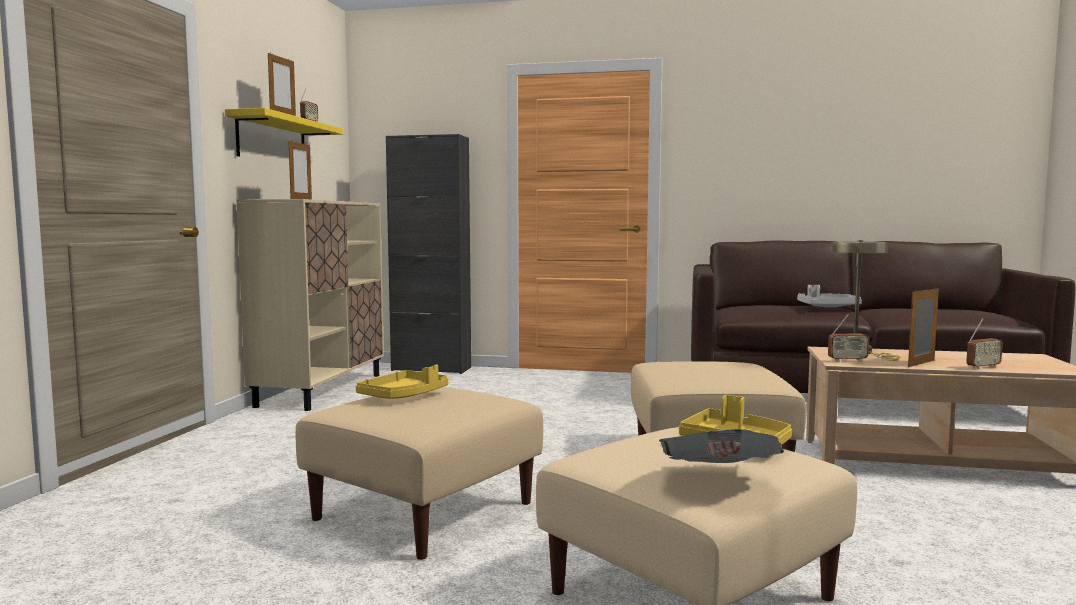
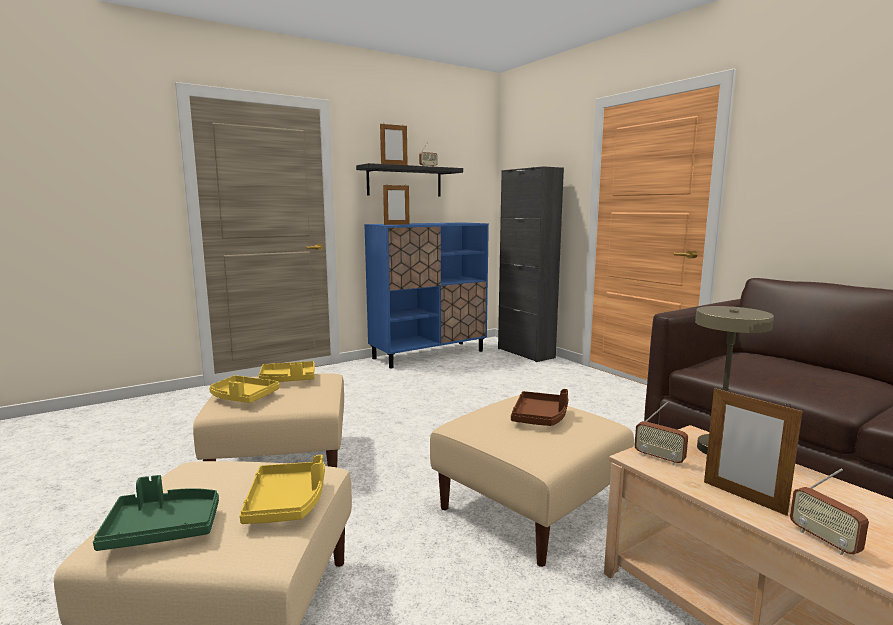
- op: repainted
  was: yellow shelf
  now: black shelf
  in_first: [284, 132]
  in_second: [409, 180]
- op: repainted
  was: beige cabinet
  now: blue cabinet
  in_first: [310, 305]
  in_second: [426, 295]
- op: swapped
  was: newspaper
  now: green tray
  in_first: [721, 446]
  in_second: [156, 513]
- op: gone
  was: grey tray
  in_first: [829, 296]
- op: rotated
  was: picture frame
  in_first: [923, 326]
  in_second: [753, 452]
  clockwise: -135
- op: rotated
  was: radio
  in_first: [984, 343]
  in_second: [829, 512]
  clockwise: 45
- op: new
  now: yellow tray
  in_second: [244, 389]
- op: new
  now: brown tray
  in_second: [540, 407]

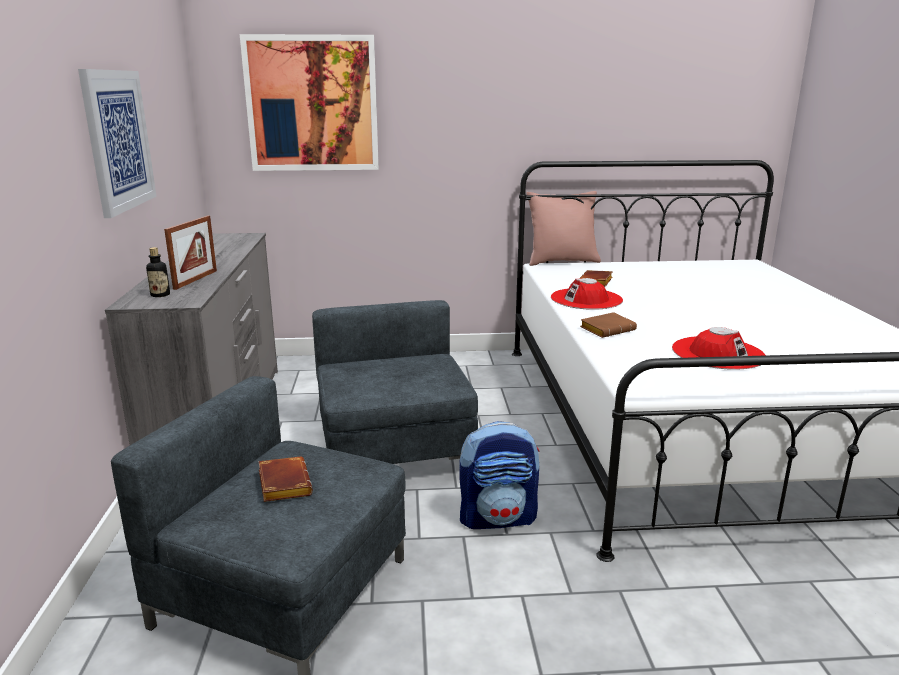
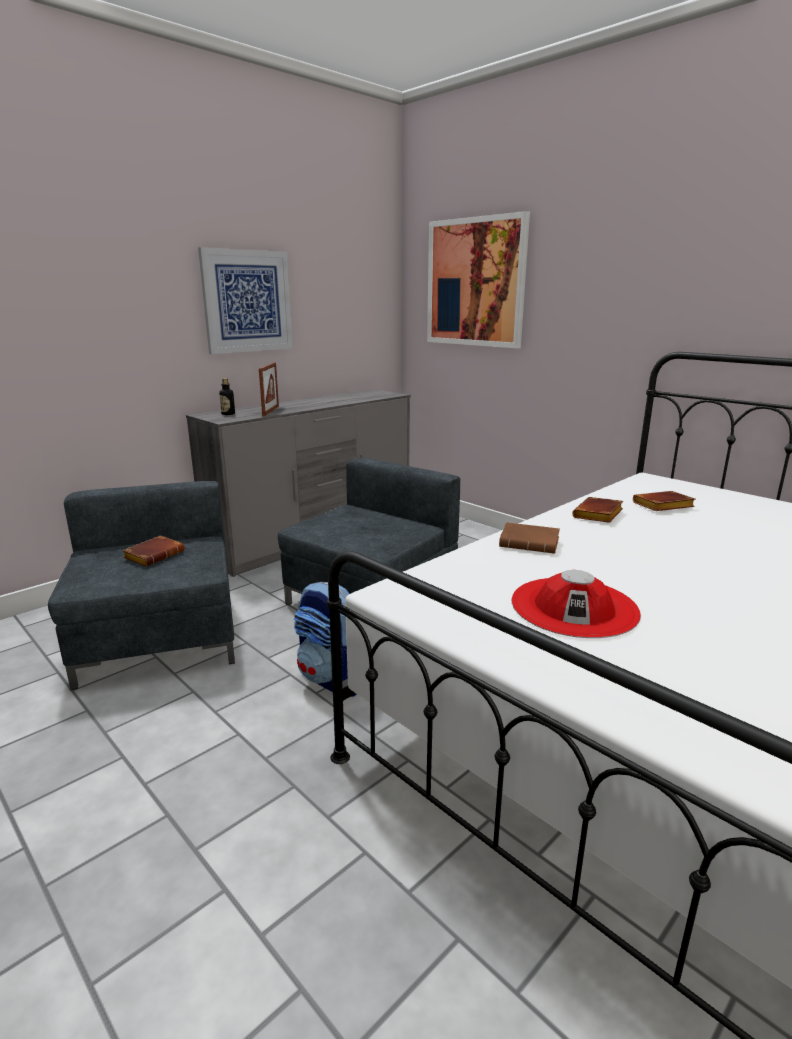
- op: rotated
  was: picture frame
  in_first: [190, 253]
  in_second: [269, 389]
  clockwise: -60
- op: gone
  was: pink pillow
  in_first: [563, 228]
- op: swapped
  was: red hat
  now: brown book
  in_first: [587, 294]
  in_second: [597, 510]

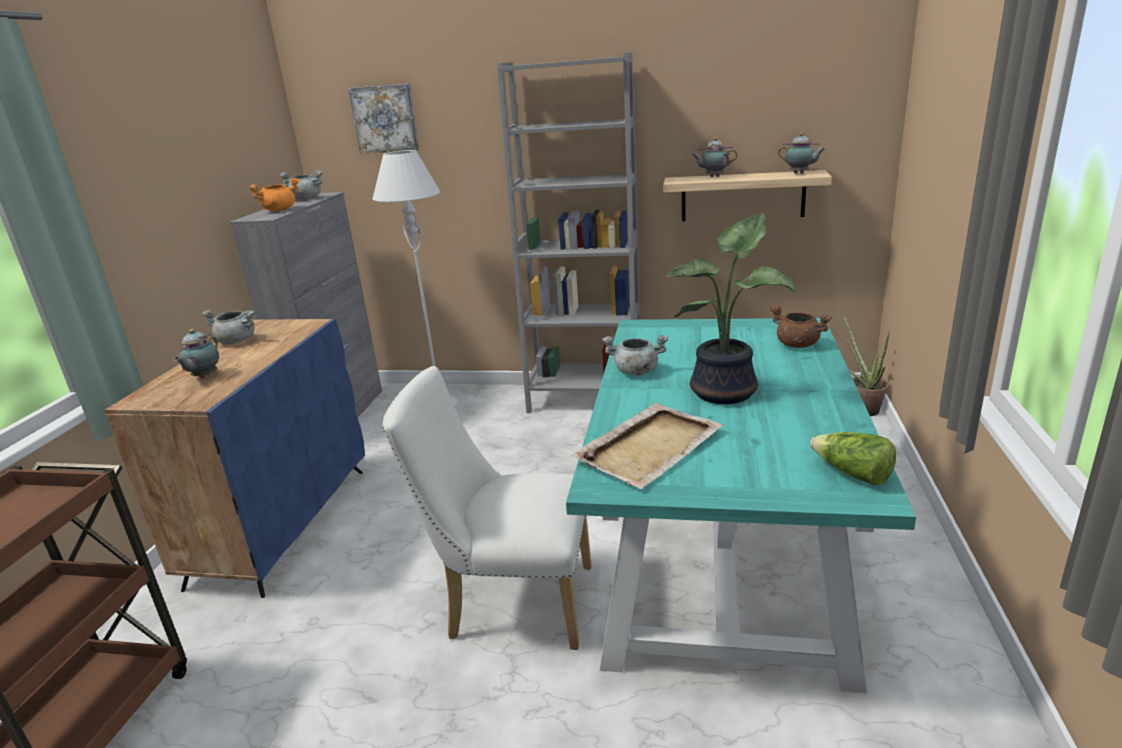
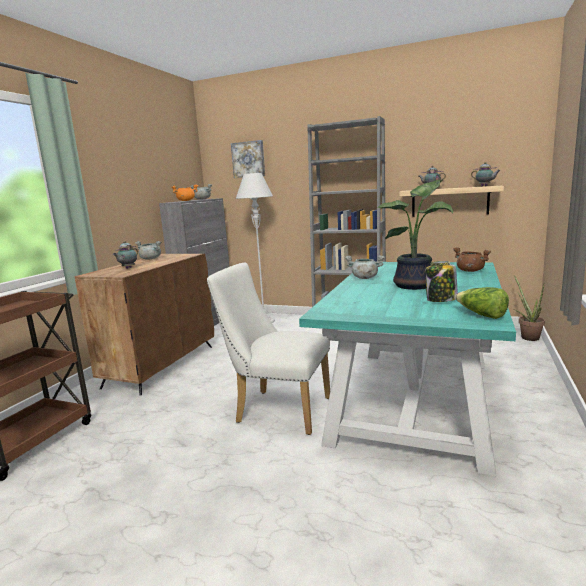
- op: repainted
  was: blue cabinet
  now: brown cabinet
  in_first: [235, 458]
  in_second: [144, 325]
- op: gone
  was: beige tray
  in_first: [647, 446]
- op: new
  now: jar
  in_second: [441, 281]

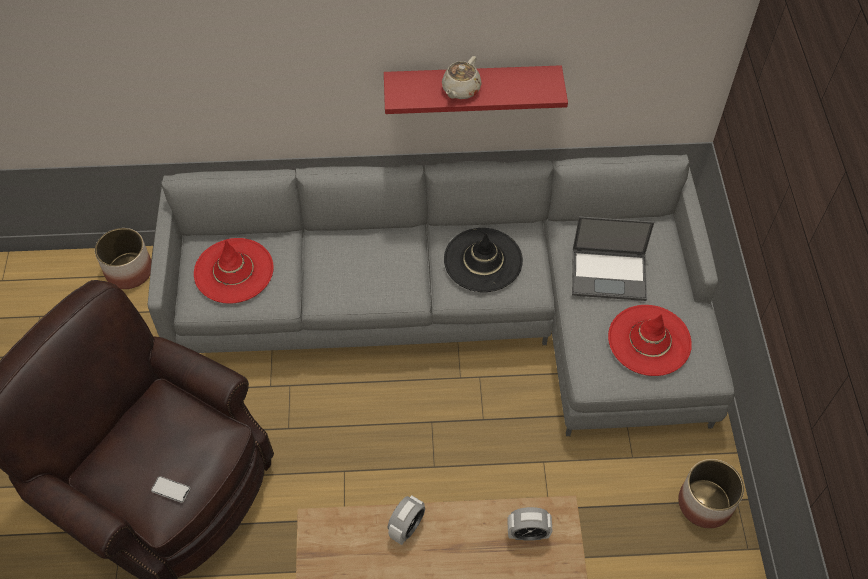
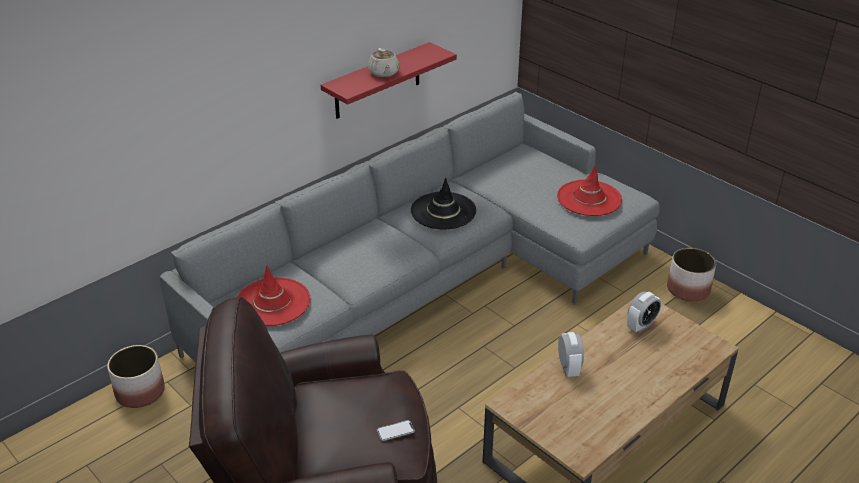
- op: gone
  was: laptop
  in_first: [613, 258]

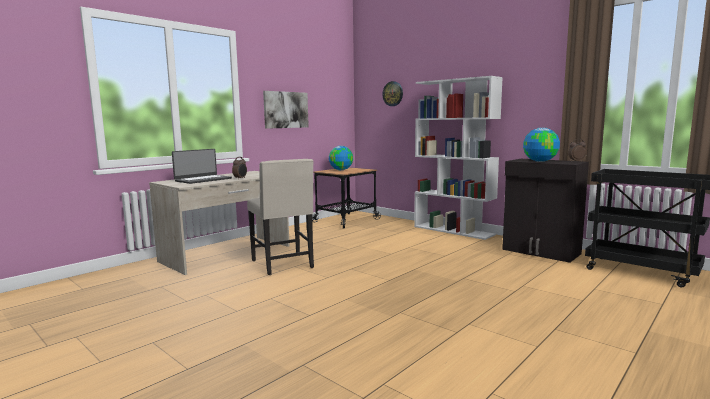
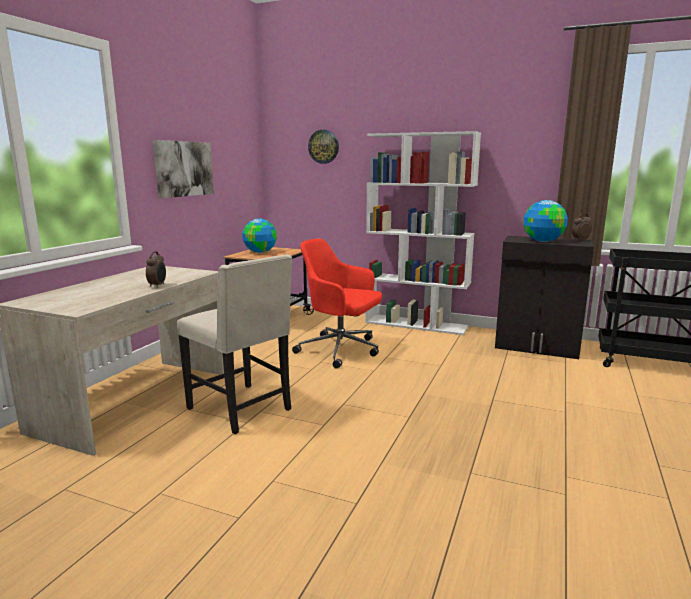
- op: gone
  was: laptop
  in_first: [202, 166]
- op: new
  now: red office chair
  in_second: [337, 304]

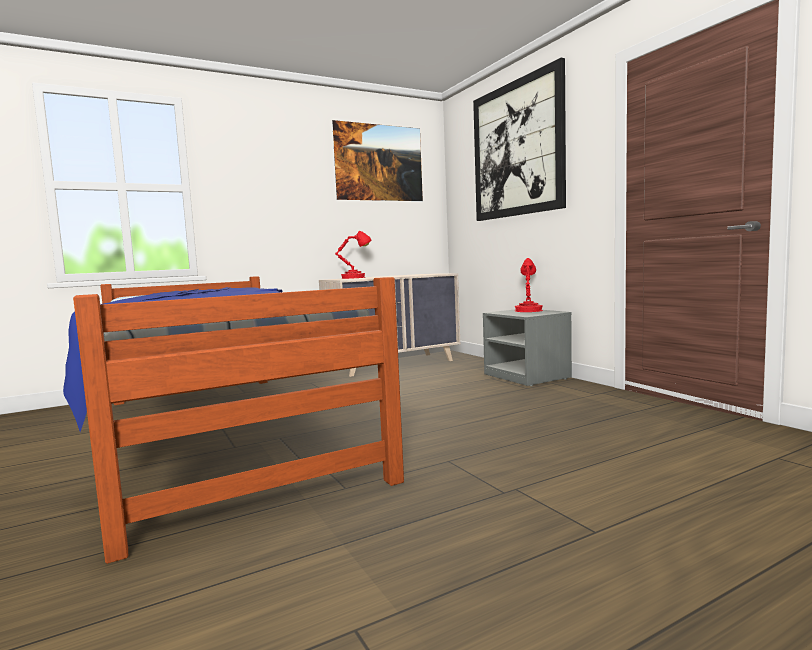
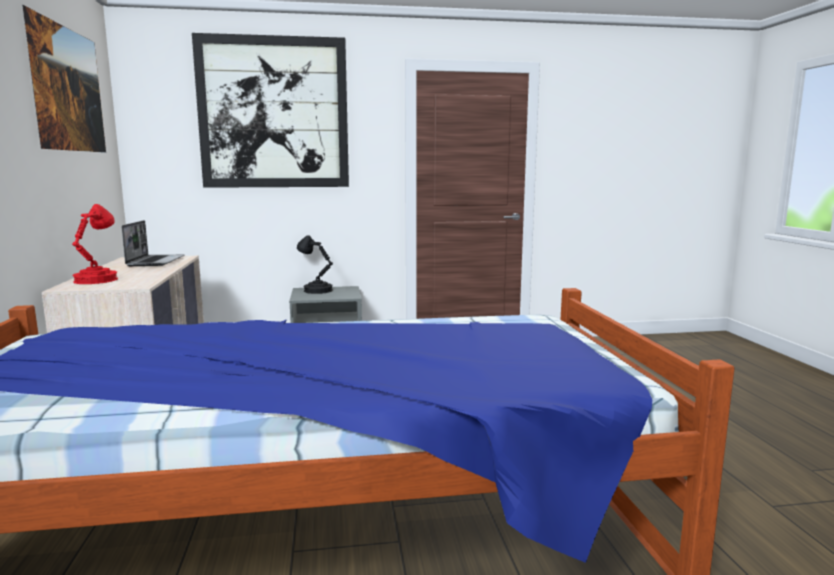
- op: repainted
  was: red table lamp
  now: black table lamp
  in_first: [529, 285]
  in_second: [315, 264]
- op: new
  now: laptop
  in_second: [153, 243]

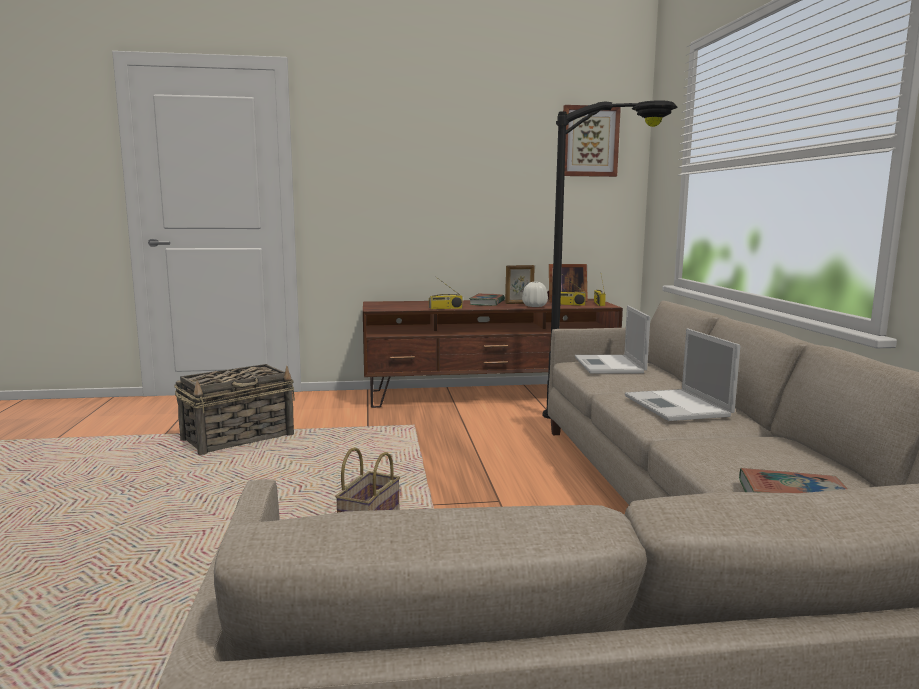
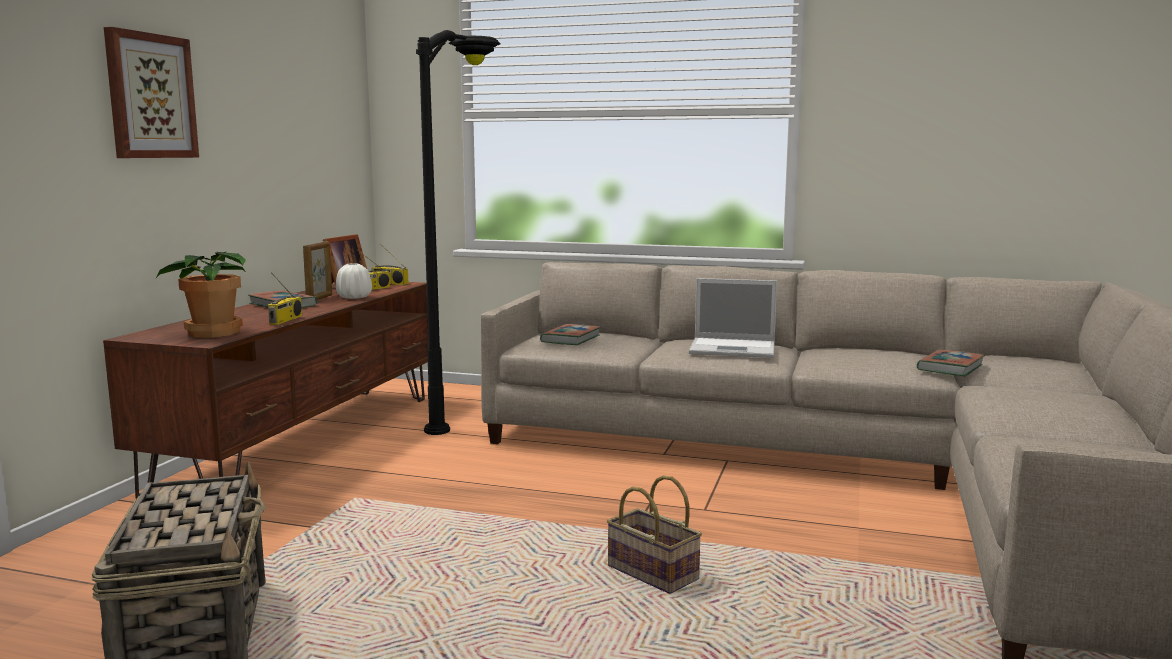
- op: shifted
  was: picture
  in_first: [592, 141]
  in_second: [151, 92]
- op: swapped
  was: laptop
  now: book
  in_first: [612, 339]
  in_second: [570, 334]
- op: new
  now: potted plant
  in_second: [201, 295]

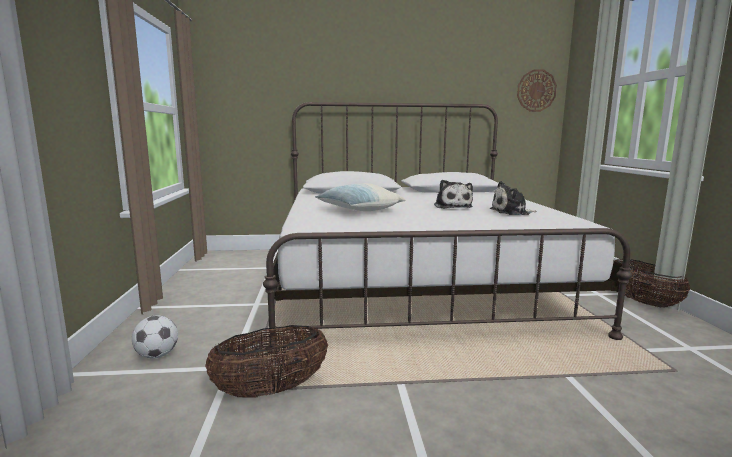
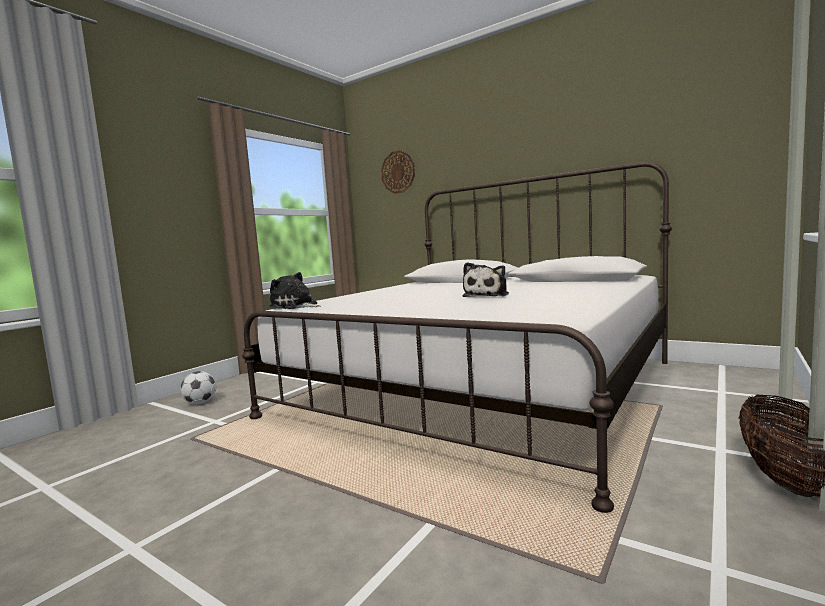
- op: gone
  was: basket
  in_first: [266, 361]
- op: gone
  was: pillow
  in_first: [360, 197]
- op: shifted
  was: plush toy
  in_first: [513, 198]
  in_second: [295, 290]
- op: shifted
  was: wall clock
  in_first: [537, 90]
  in_second: [398, 172]

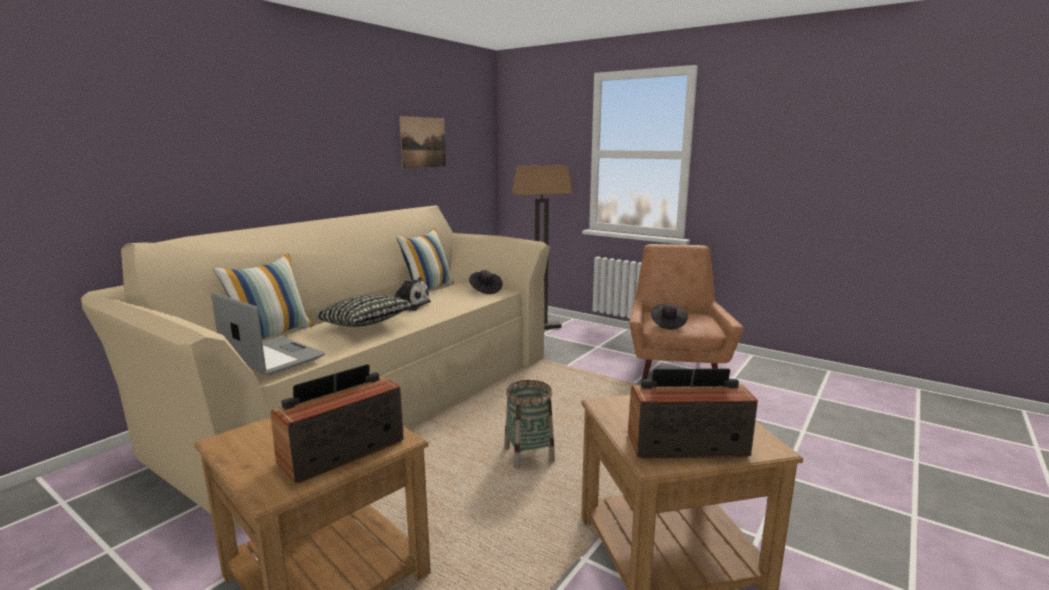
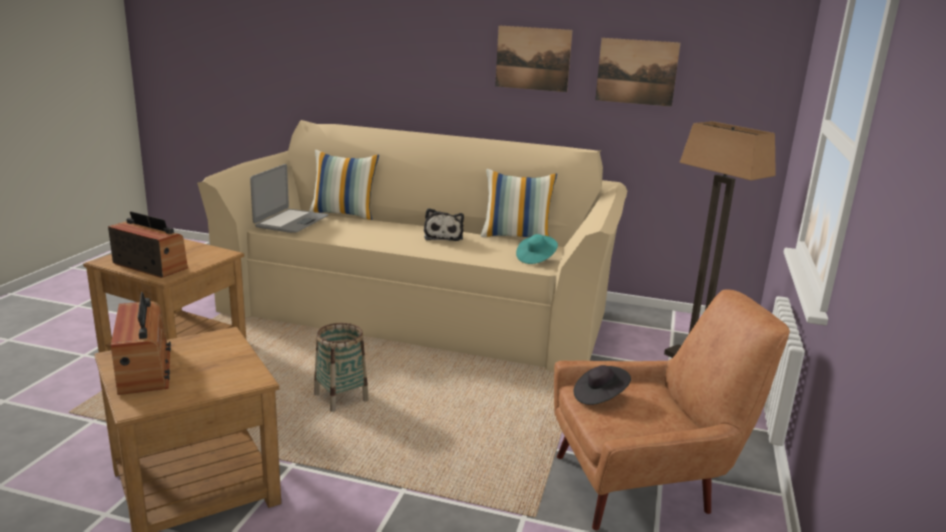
- op: gone
  was: pillow
  in_first: [365, 310]
- op: repainted
  was: black hat
  now: turquoise hat
  in_first: [486, 282]
  in_second: [537, 249]
- op: new
  now: picture
  in_second: [534, 58]

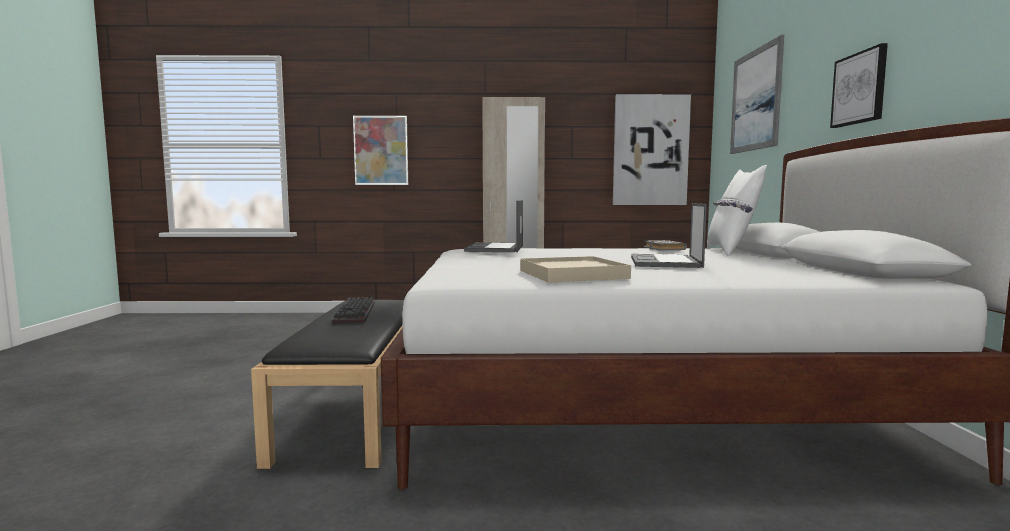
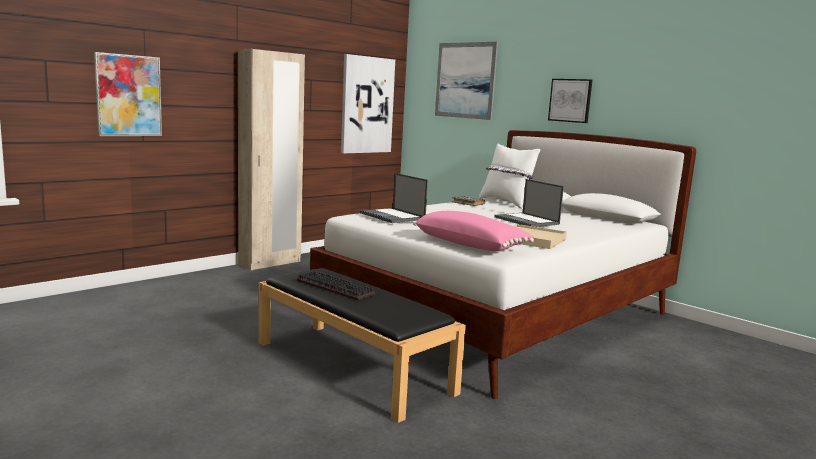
- op: new
  now: pink pillow
  in_second: [473, 231]

